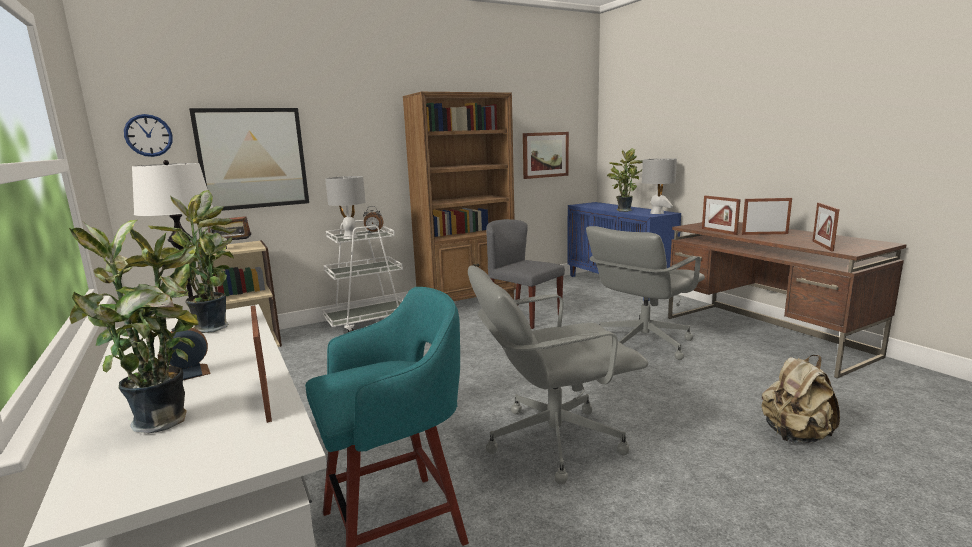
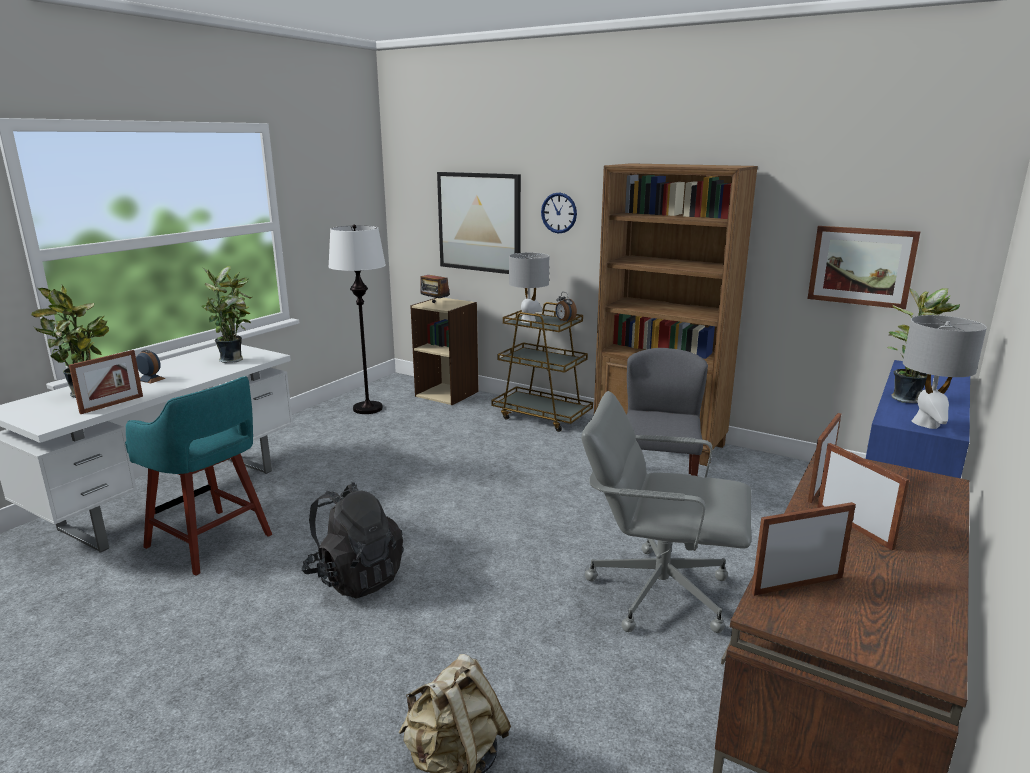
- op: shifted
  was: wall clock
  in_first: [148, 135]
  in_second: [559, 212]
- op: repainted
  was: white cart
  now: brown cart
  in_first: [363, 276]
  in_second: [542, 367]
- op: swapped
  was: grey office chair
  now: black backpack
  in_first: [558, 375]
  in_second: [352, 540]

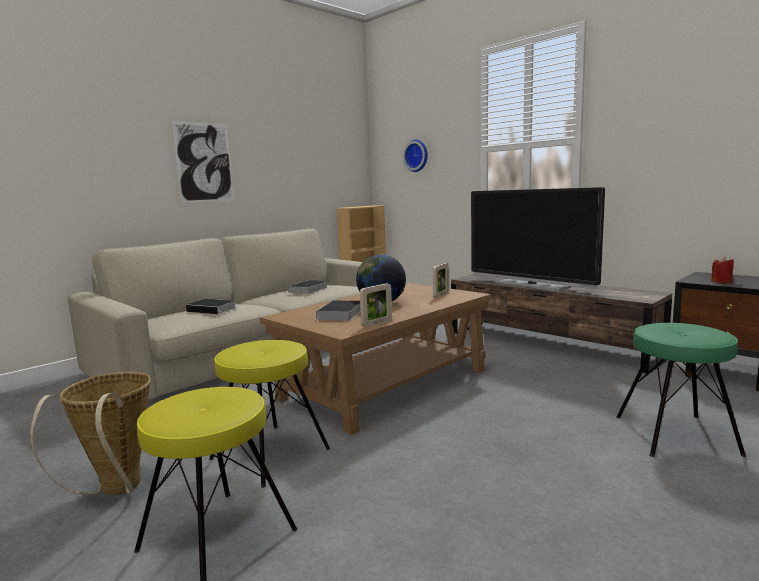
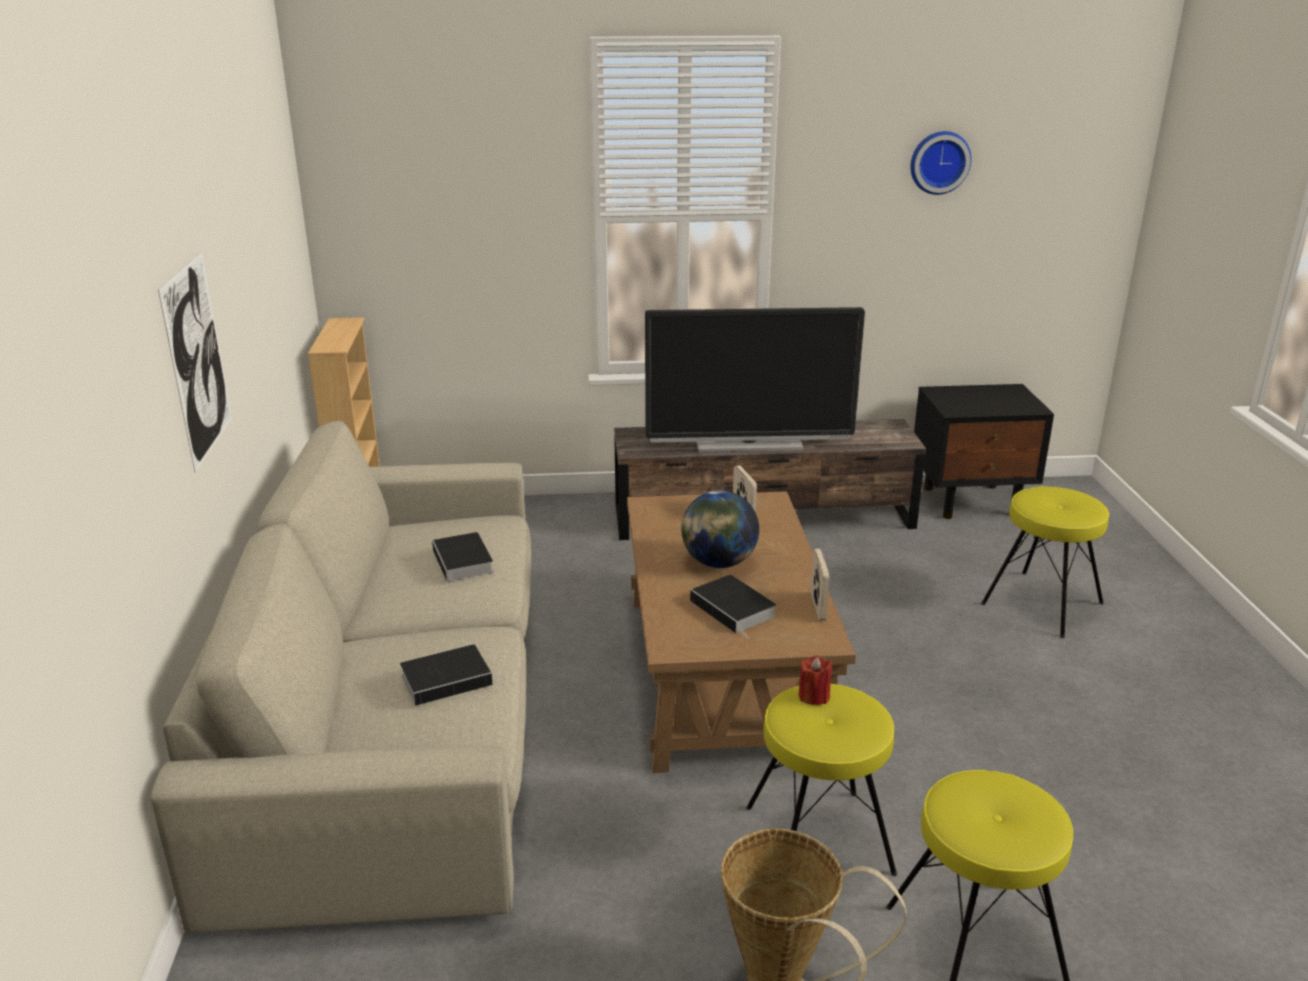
- op: shifted
  was: wall clock
  in_first: [415, 156]
  in_second: [941, 163]
- op: repainted
  was: green stool
  now: yellow stool
  in_first: [681, 390]
  in_second: [1045, 562]
- op: shifted
  was: red candle
  in_first: [722, 270]
  in_second: [816, 680]

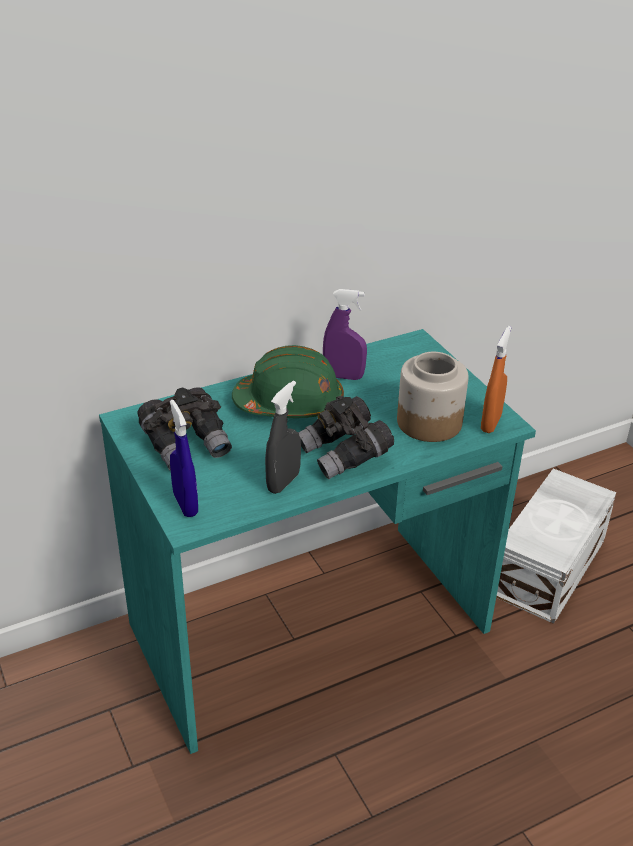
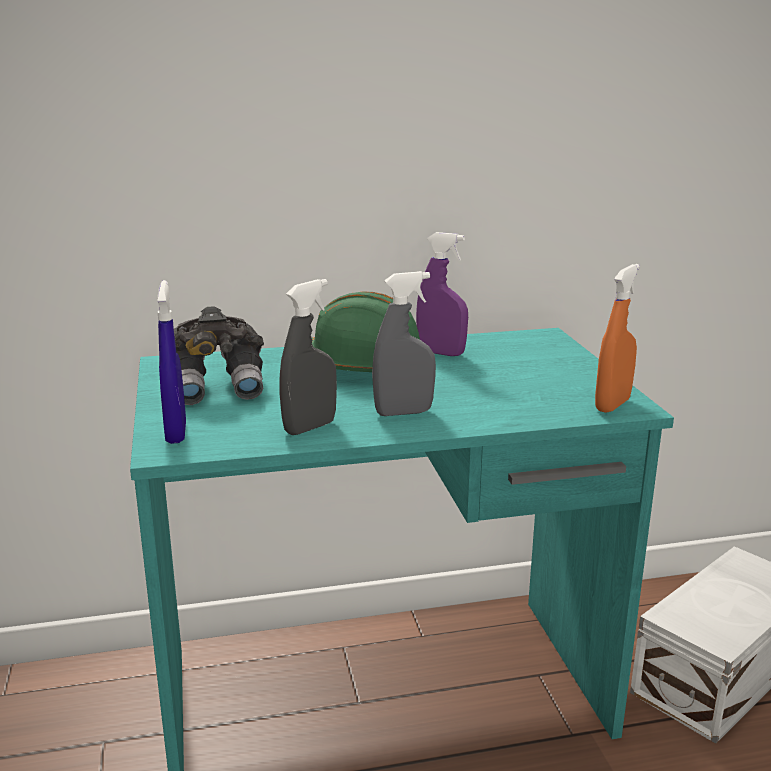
- op: swapped
  was: grey binoculars
  now: grey spray bottle
  in_first: [346, 437]
  in_second: [404, 343]
- op: gone
  was: jar
  in_first: [433, 397]

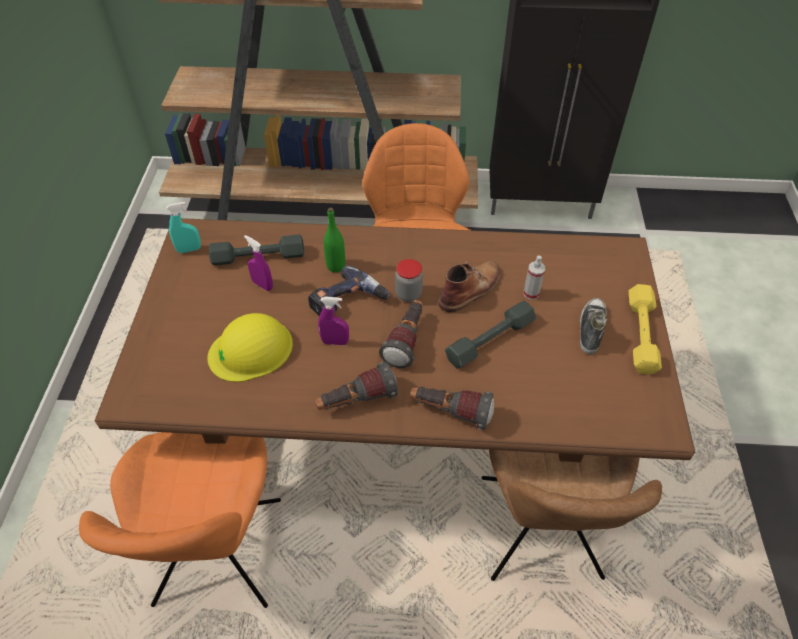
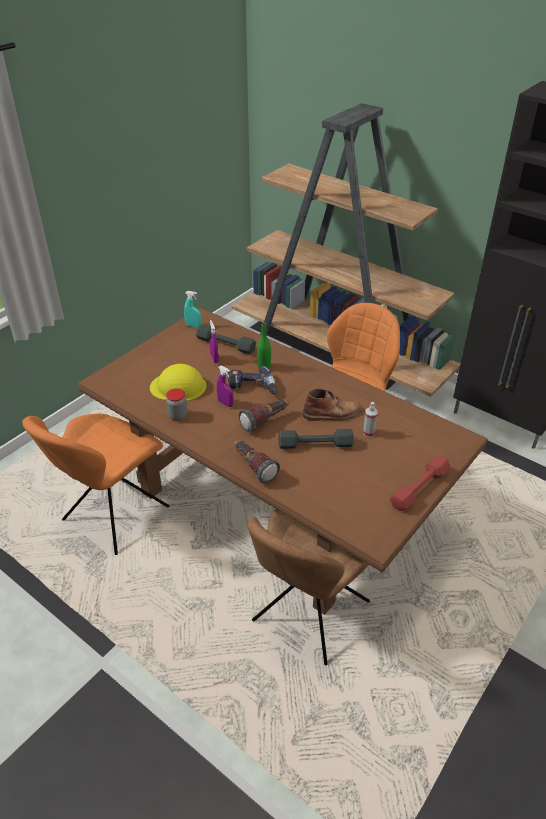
- op: gone
  was: flashlight
  in_first: [356, 385]
- op: shifted
  was: jar
  in_first: [409, 280]
  in_second: [176, 404]
- op: gone
  was: shoe
  in_first: [593, 326]
- op: repainted
  was: yellow dumbbell
  now: red dumbbell
  in_first: [645, 329]
  in_second: [420, 483]

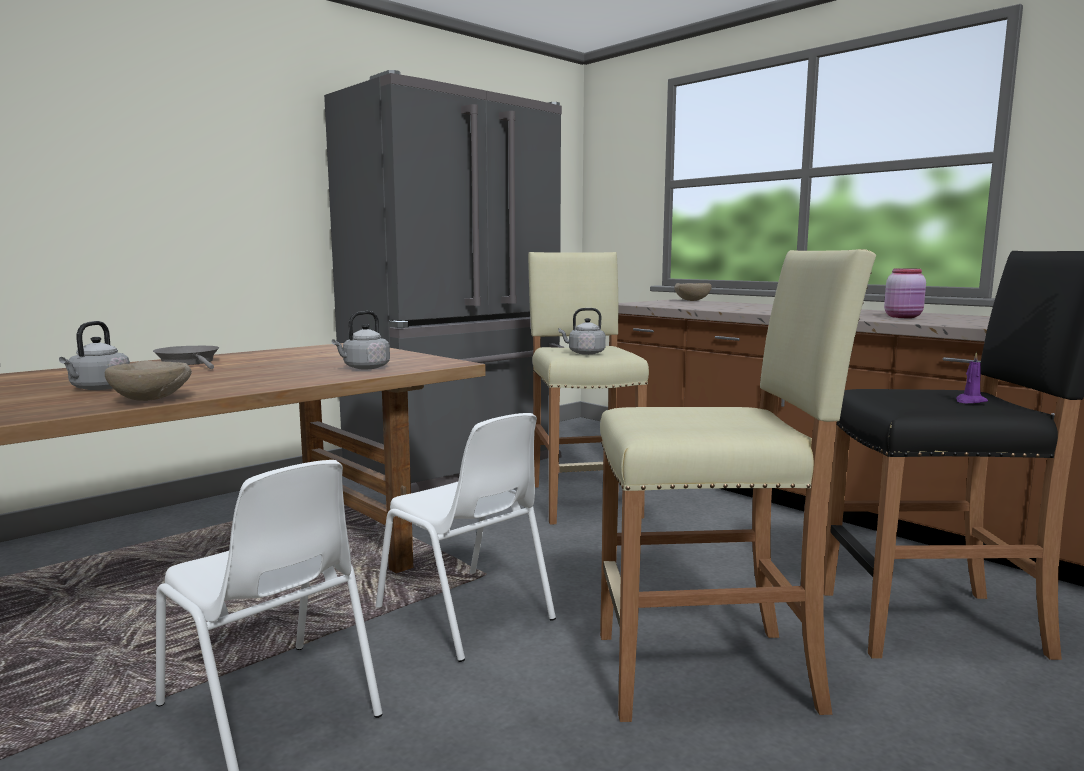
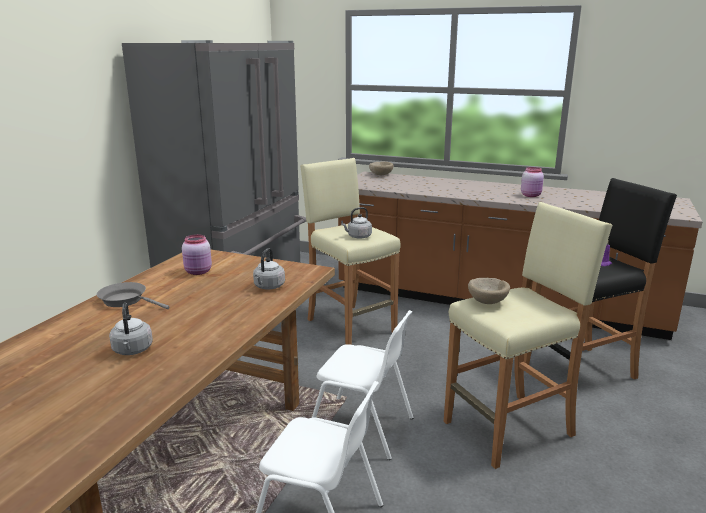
- op: shifted
  was: beige bowl
  in_first: [148, 380]
  in_second: [489, 291]
- op: new
  now: pink jar
  in_second: [197, 254]

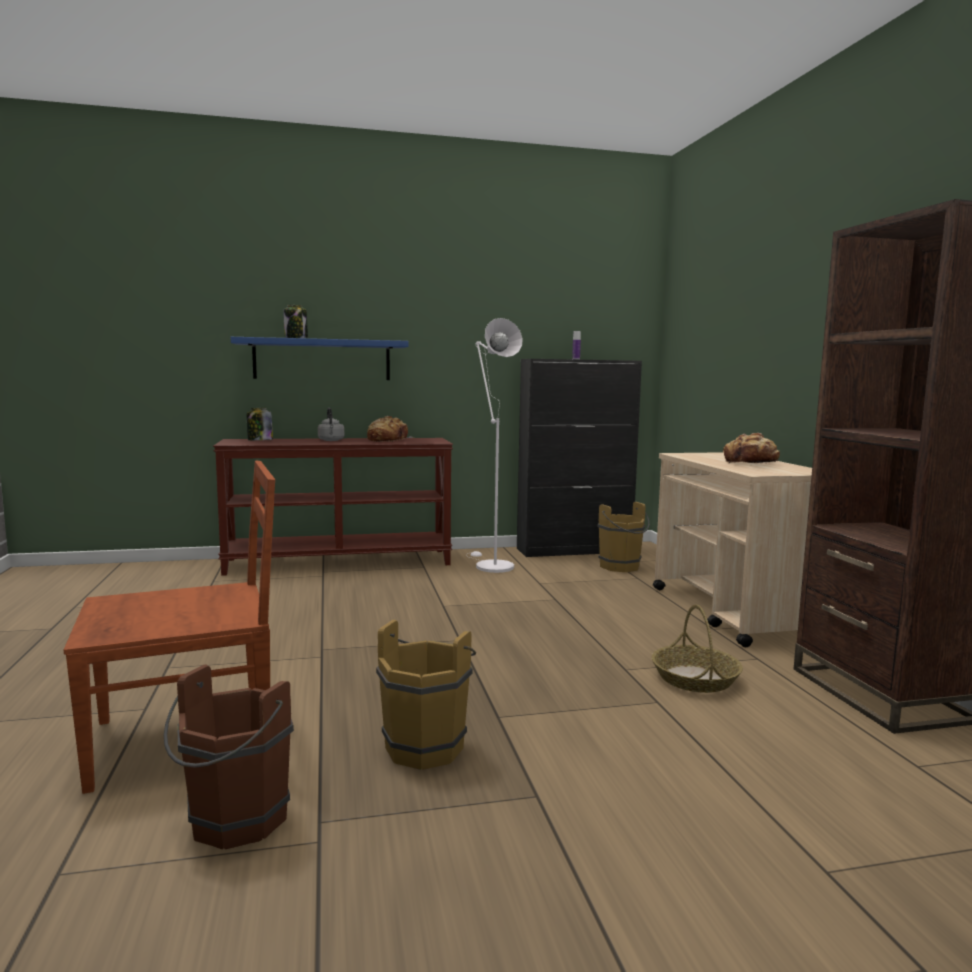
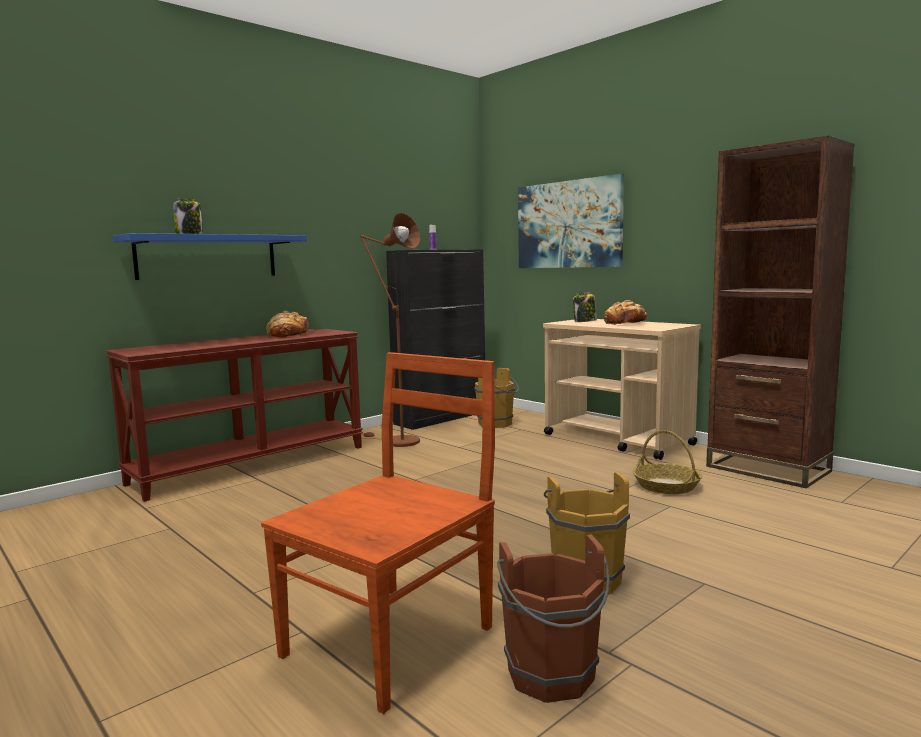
- op: shifted
  was: jar
  in_first: [260, 424]
  in_second: [585, 307]
- op: gone
  was: grey kettle
  in_first: [331, 424]
- op: repainted
  was: white floor lamp
  now: brown floor lamp
  in_first: [494, 445]
  in_second: [390, 330]
- op: new
  now: picture
  in_second: [571, 221]

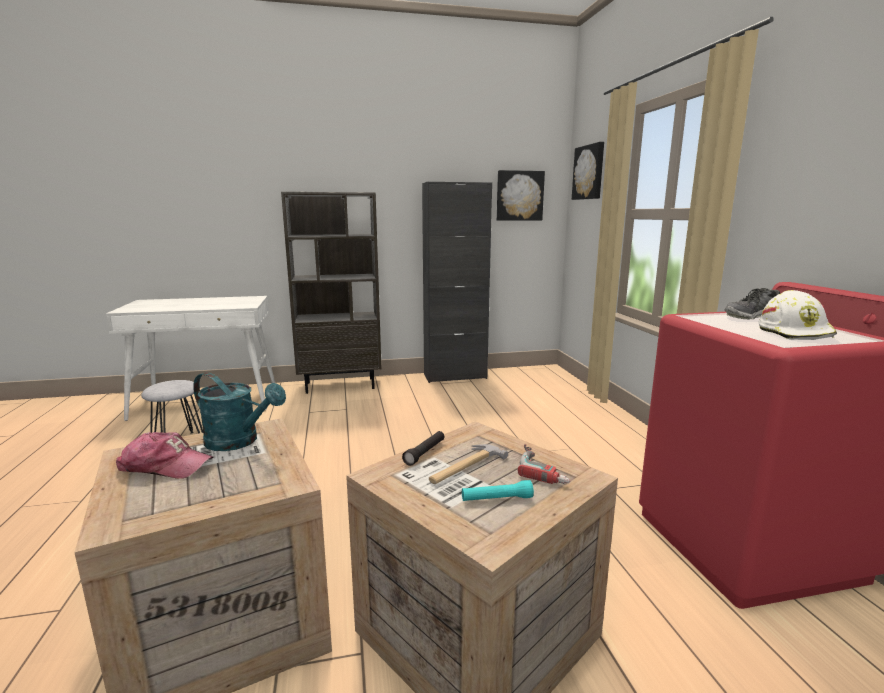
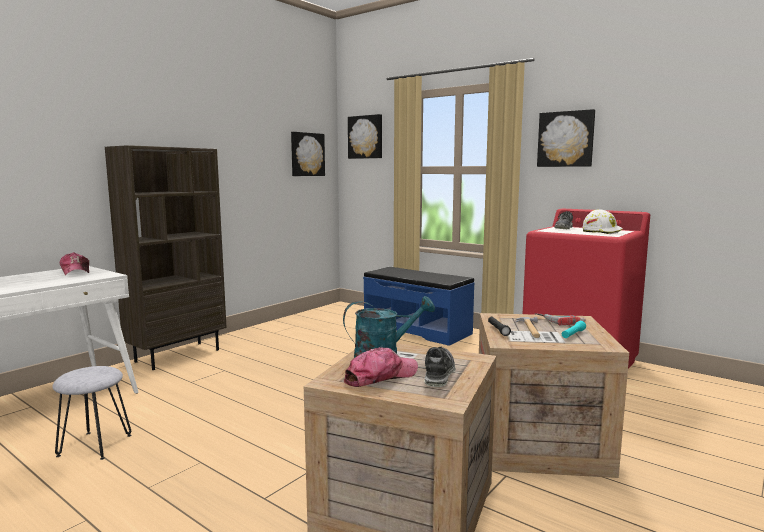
- op: gone
  was: black cabinet
  in_first: [457, 282]
- op: new
  now: cap
  in_second: [74, 263]
- op: new
  now: blue bench
  in_second: [419, 306]
- op: new
  now: shoe
  in_second: [440, 366]
- op: new
  now: picture
  in_second: [566, 138]

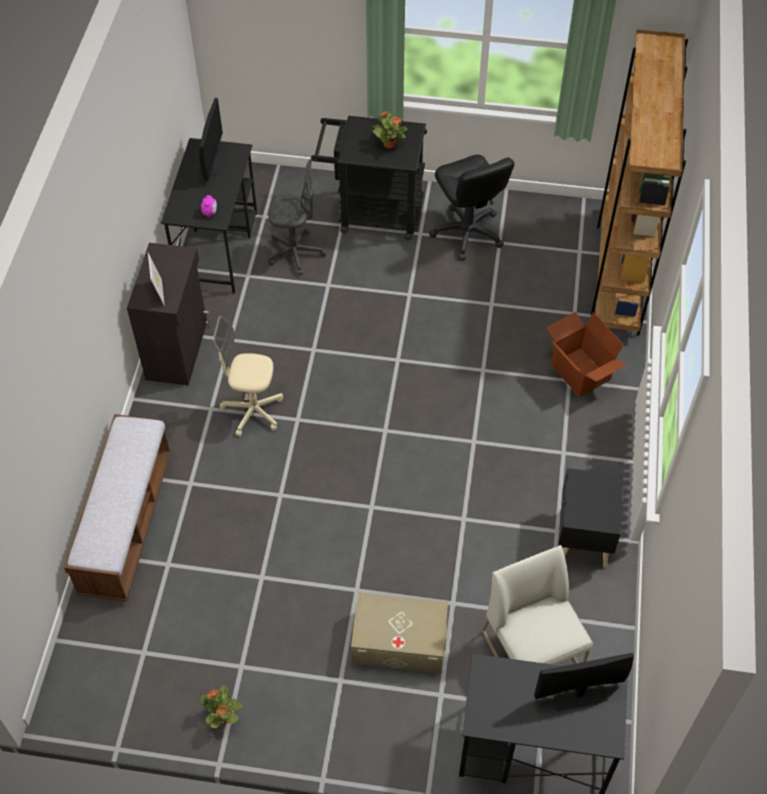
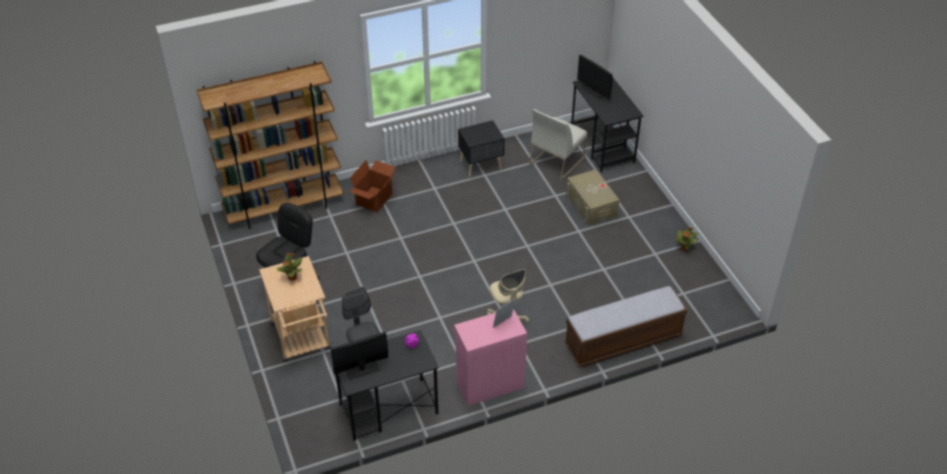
- op: repainted
  was: black cabinet
  now: pink cabinet
  in_first: [169, 314]
  in_second: [490, 357]
- op: repainted
  was: black cart
  now: beige cart
  in_first: [369, 178]
  in_second: [295, 309]

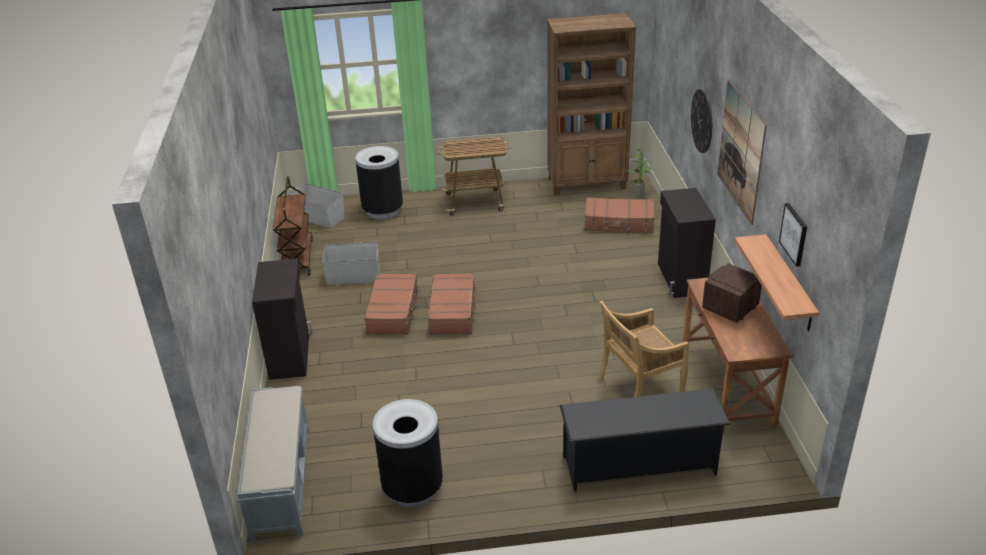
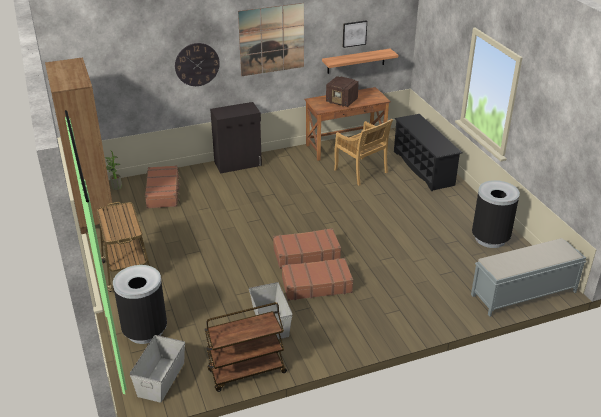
- op: gone
  was: black cabinet
  in_first: [282, 319]

